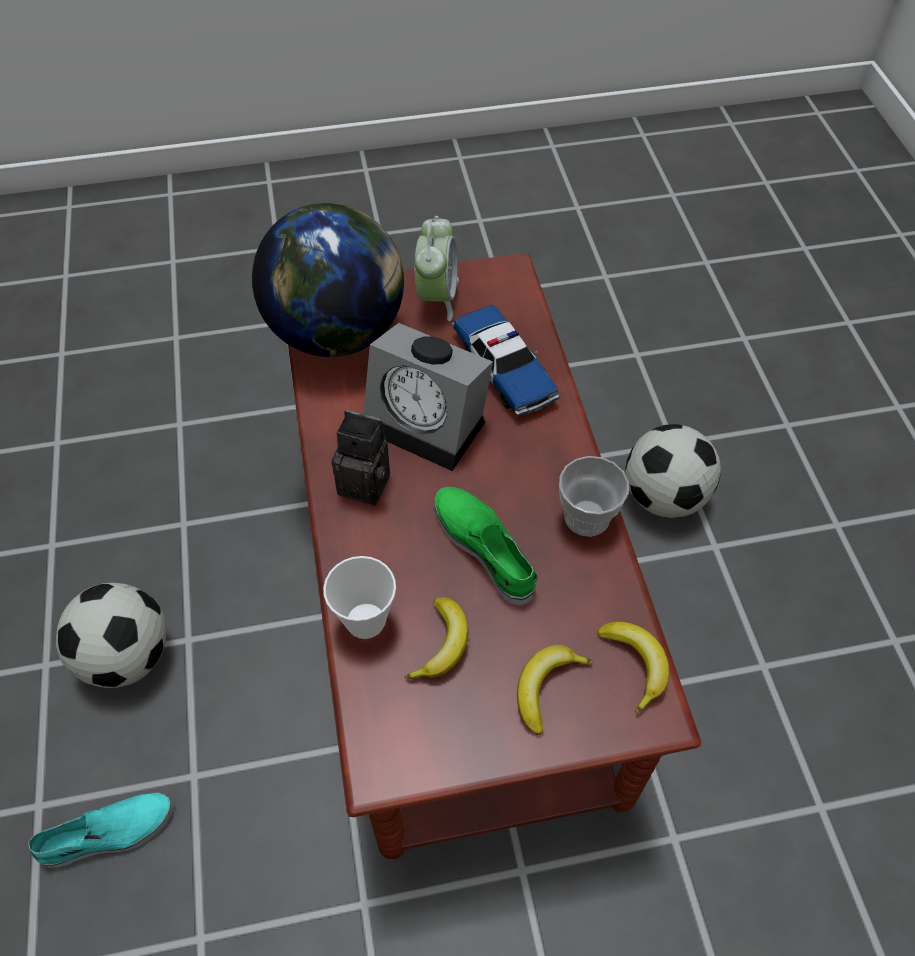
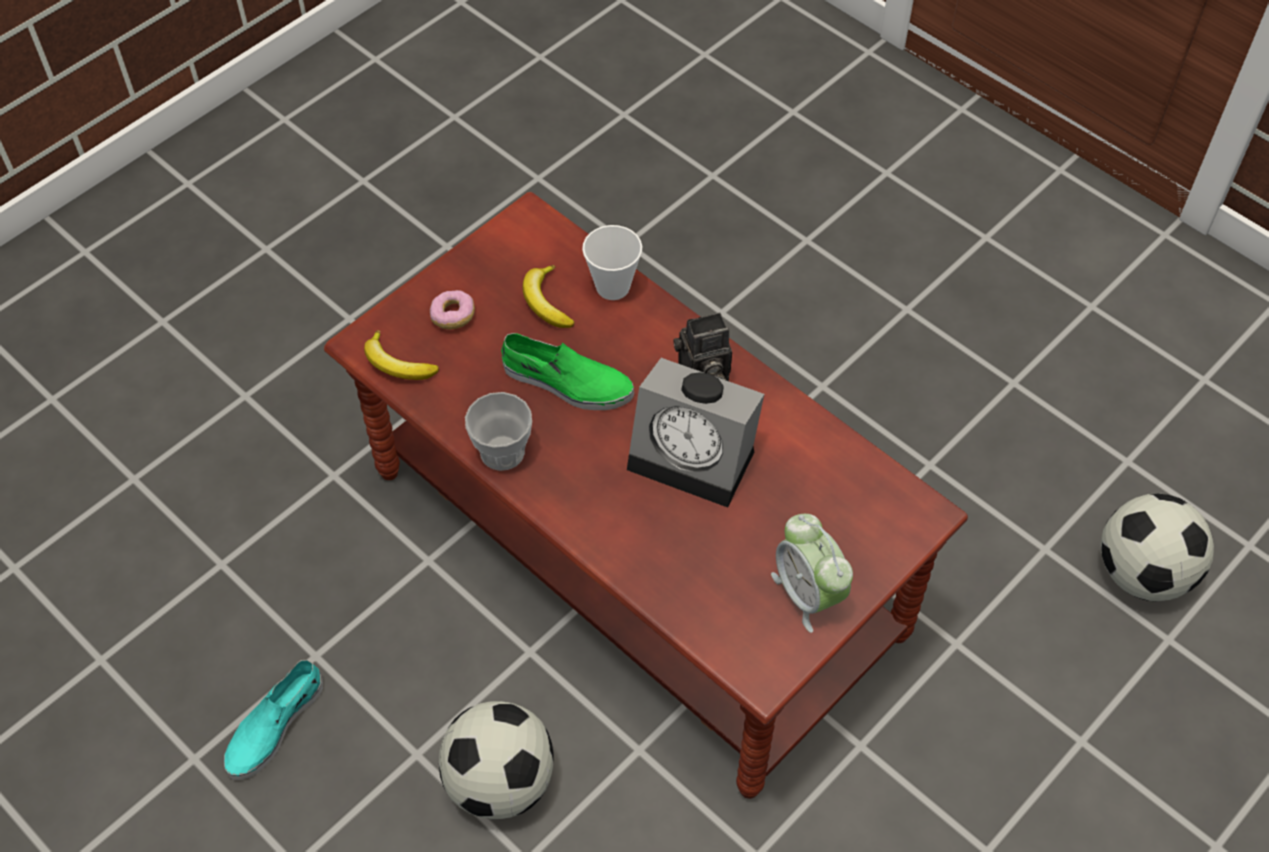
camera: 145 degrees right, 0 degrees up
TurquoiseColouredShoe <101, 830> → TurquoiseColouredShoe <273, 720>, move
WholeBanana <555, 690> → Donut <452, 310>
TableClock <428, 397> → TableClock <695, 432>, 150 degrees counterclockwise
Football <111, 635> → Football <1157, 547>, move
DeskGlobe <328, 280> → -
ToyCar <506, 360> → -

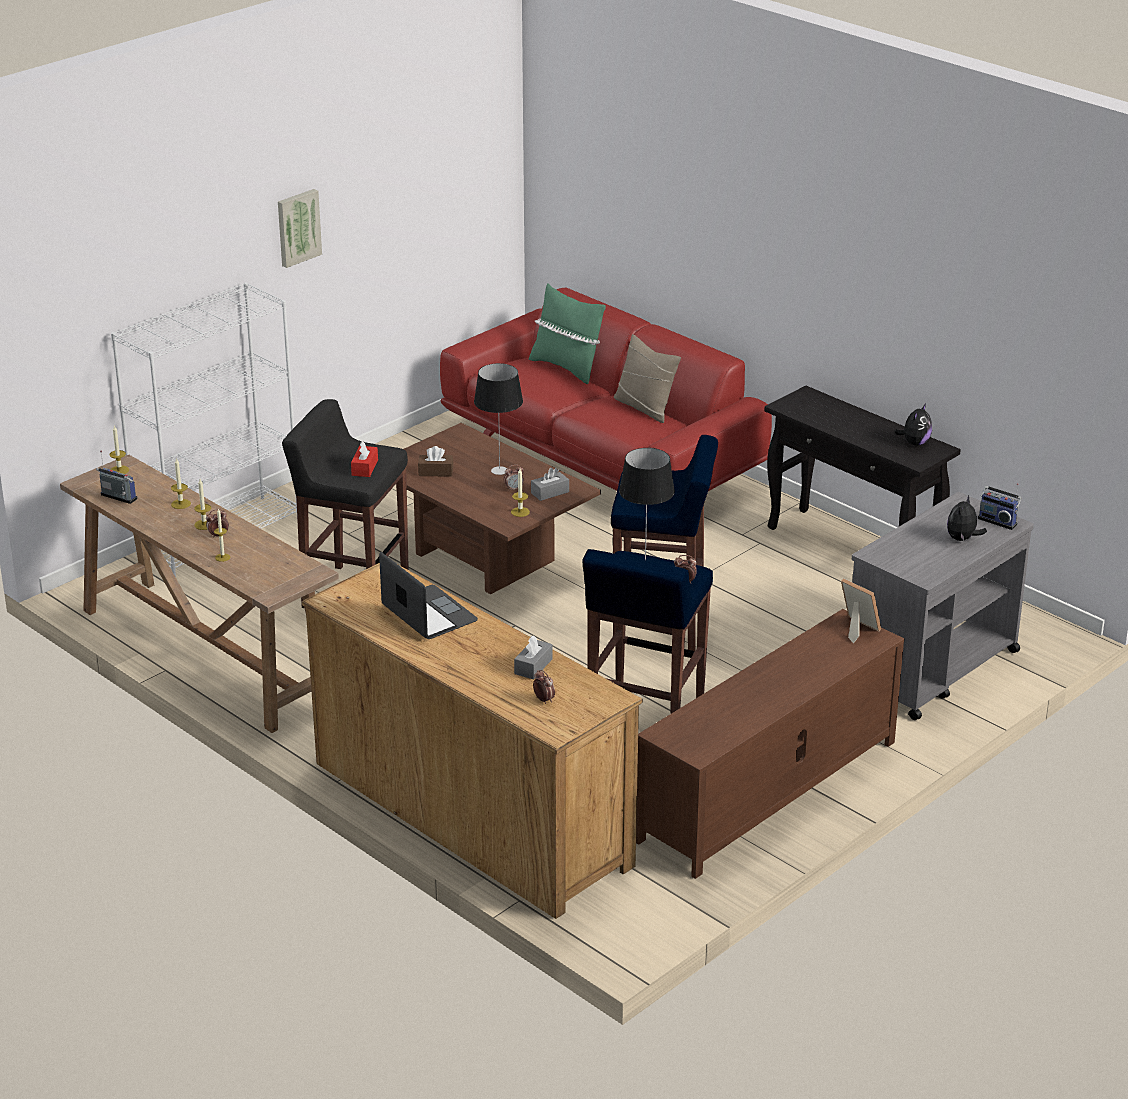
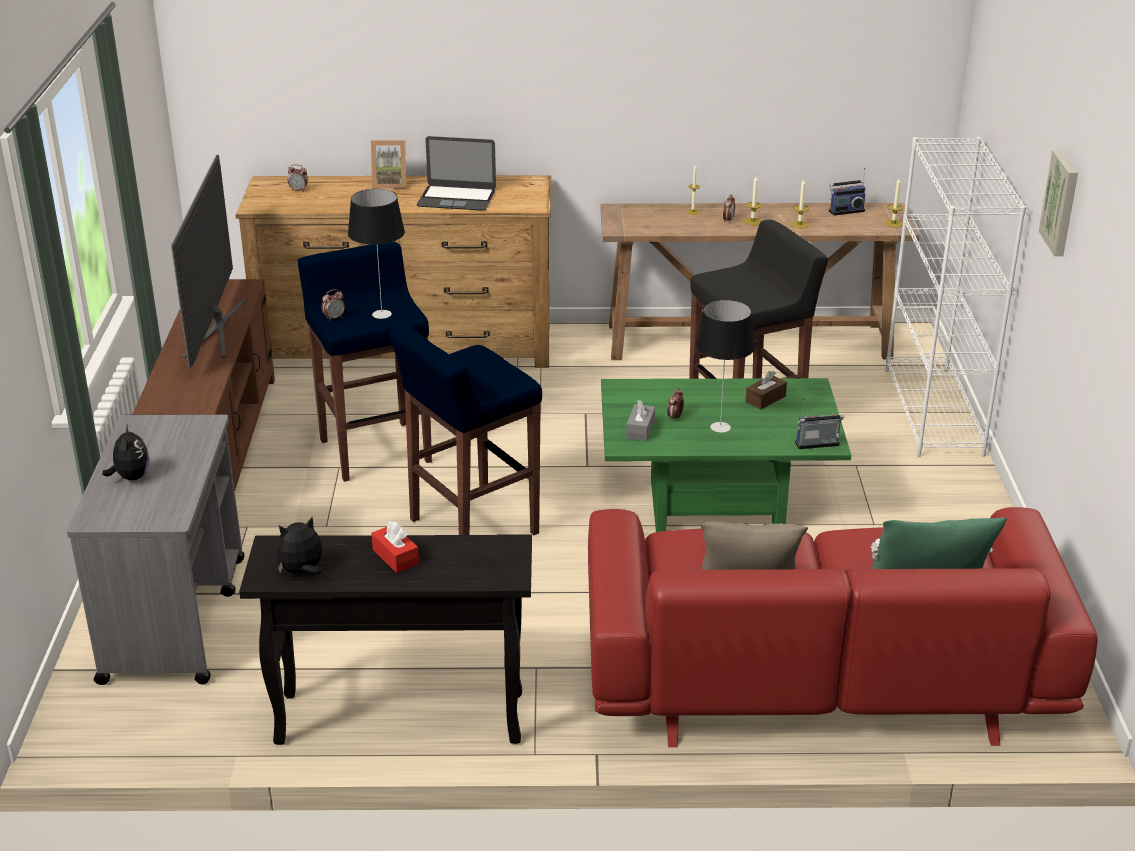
camera: 135 degrees right, 0 degrees up
- → Television <209, 261>
SoftToy <913, 425> → SoftToy <299, 545>, 75 degrees clockwise
PhotoFrame <861, 610> → PhotoFrame <388, 164>, move
RedColouredBoxOfTissues <364, 459> → RedColouredBoxOfTissues <395, 547>, move
BrownColouredLoungeTable <502, 508> → GreenColouredLoungeTable <726, 455>
Radio <1000, 506> → Radio <819, 423>, move
WaxCandle <520, 493> → -
GreyishBoxOfTissues <533, 658> → -

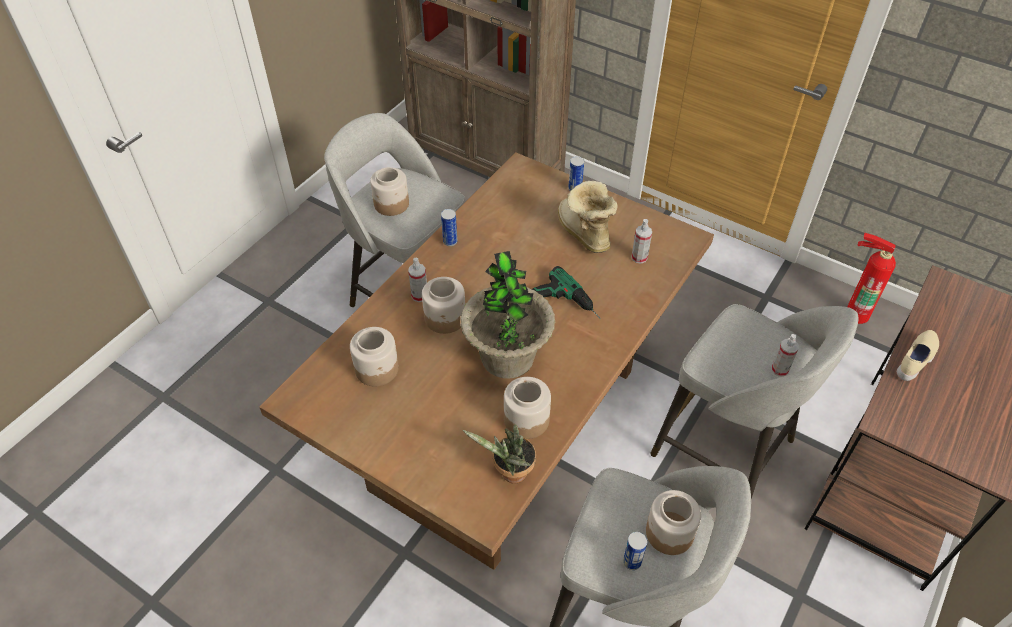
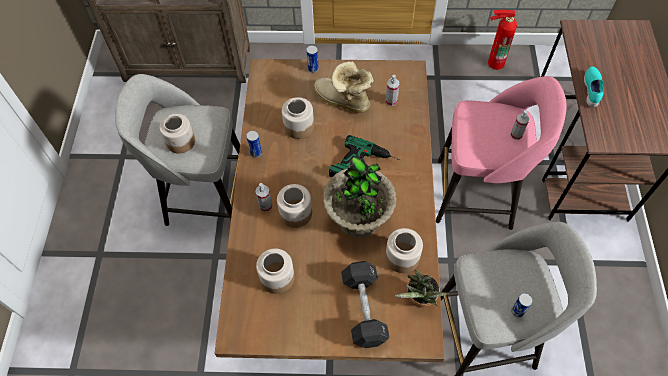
camera: 30 degrees left, 10 degrees up
Jar <673, 522> → Jar <298, 118>, move
- → BlackColouredHandWeight <365, 304>
GreyishStoolSeat <754, 401> → PinkishStoolSeat <501, 153>
BeigeShoe <918, 355> → TurquoiseColouredShoe <594, 86>

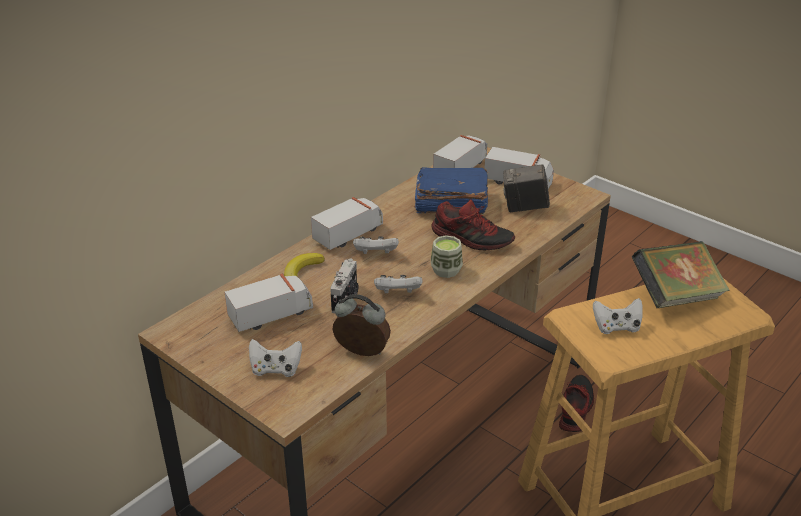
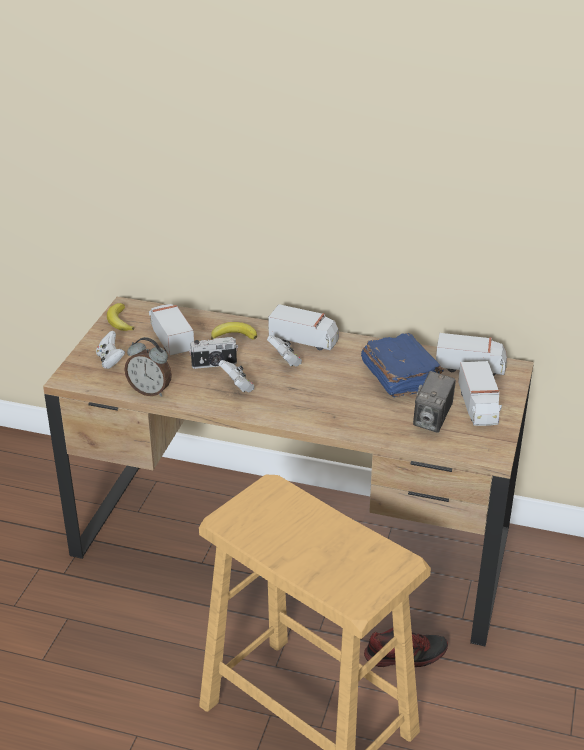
camera: 65 degrees right, 0 degrees up
- → WholeBanana <120, 317>
TableClock <361, 325> → TableClock <148, 367>, 120 degrees clockwise
ToyLorry <269, 303> → ToyLorry <171, 330>, 150 degrees counterclockwise
PhotoCamera <526, 188> → PhotoCamera <434, 402>, 135 degrees counterclockwise
Shoe <473, 224> → -
Cup <447, 256> → -
WhitishJoypad <618, 316> → -
BoundBook <681, 274> → -

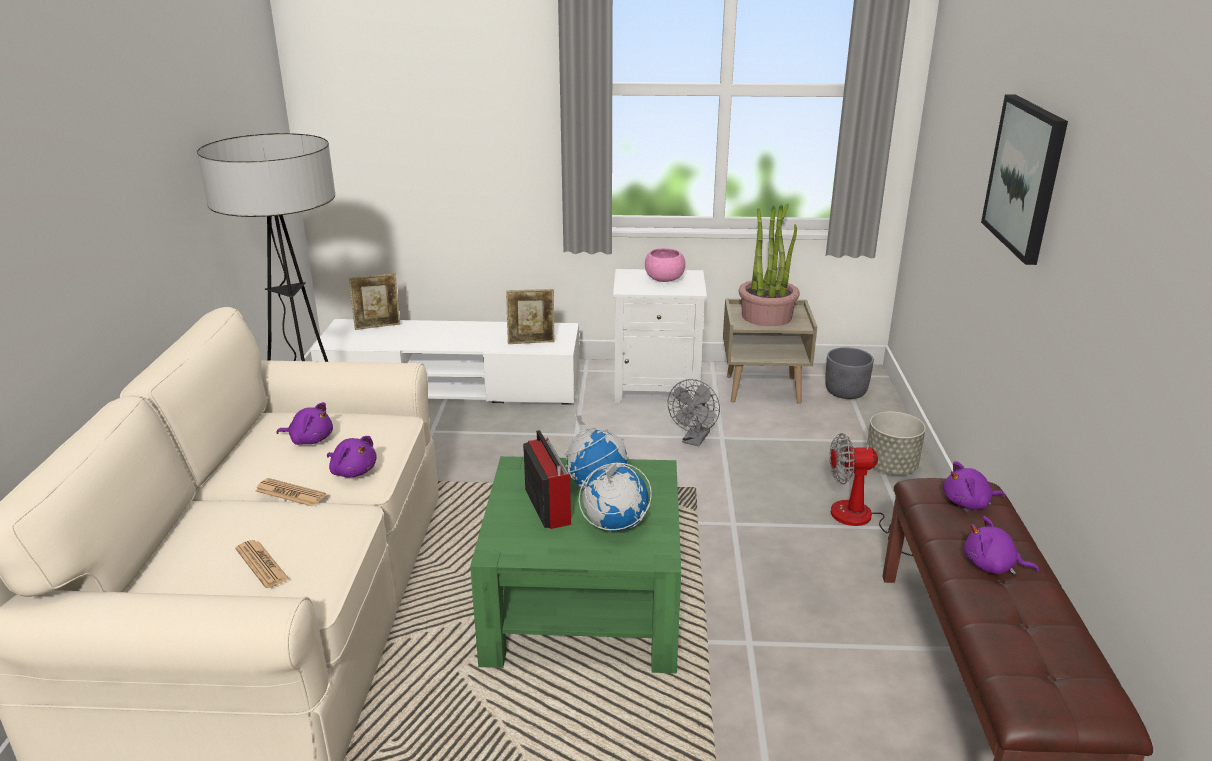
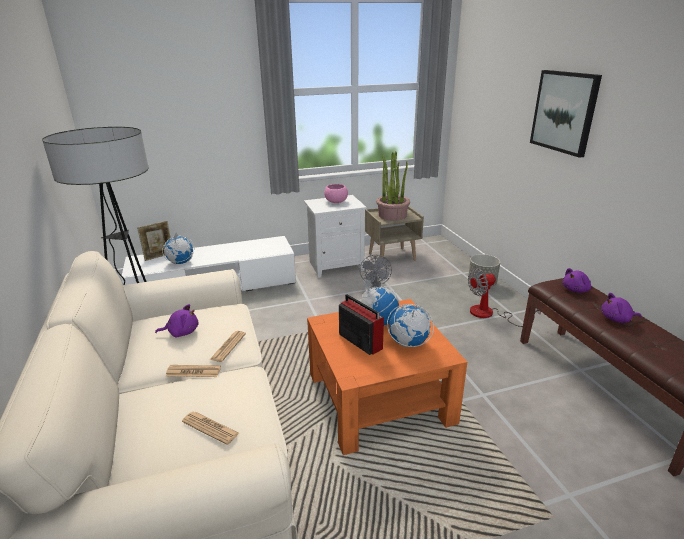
camera: 20 degrees left, 0 degrees up
- → DeskGlobe <178, 248>
PurplishSoftToy <352, 456> → DailyPaper <228, 346>
GreenColouredLoungeTable <575, 564> → OrangeLoungeTable <387, 377>
PhotoFrame <530, 316> → -
GreyishPlantPot <849, 373> → -

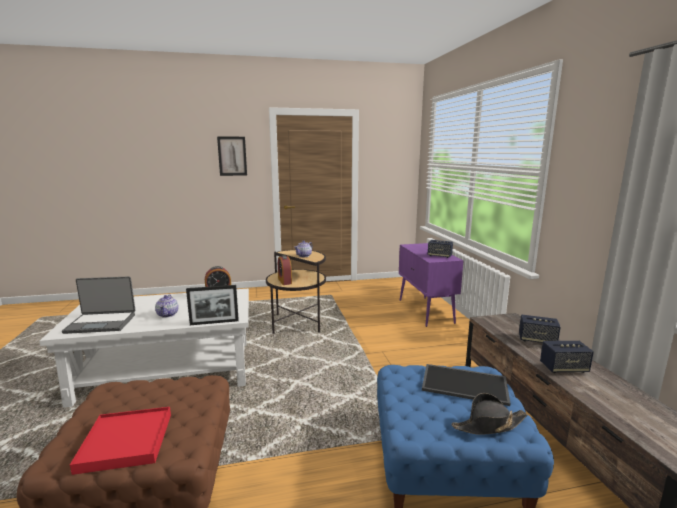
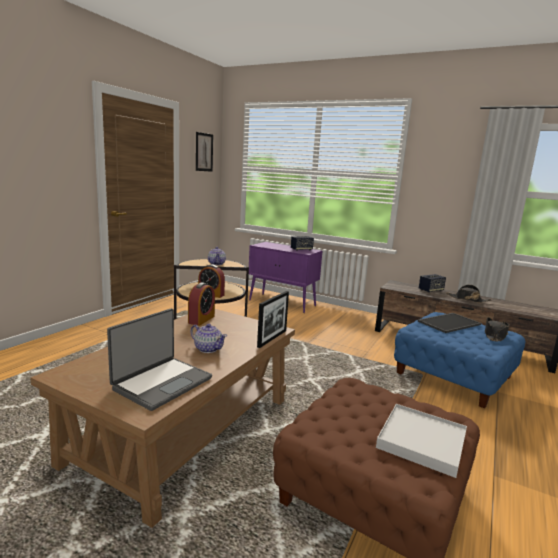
camera: 50 degrees left, 0 degrees up
WhitishLoungeTable <144, 348> → BrownColouredLoungeTable <162, 418>
WallArt <232, 156> → WallArt <204, 152>, move
RedColouredTray <120, 441> → WhitishTray <421, 441>
AudioSpeaker <567, 357> → BlackColouredClothingHat <468, 294>

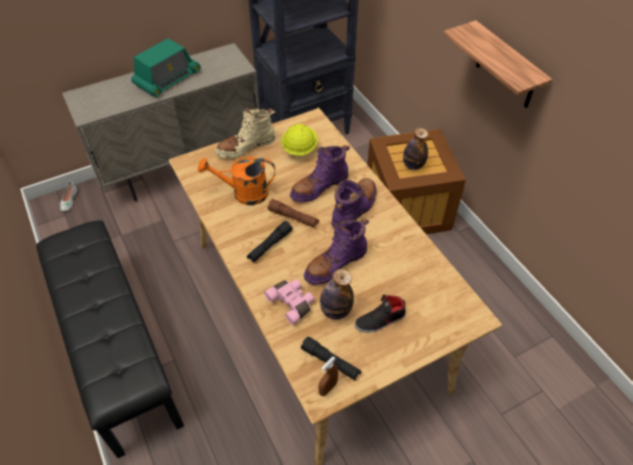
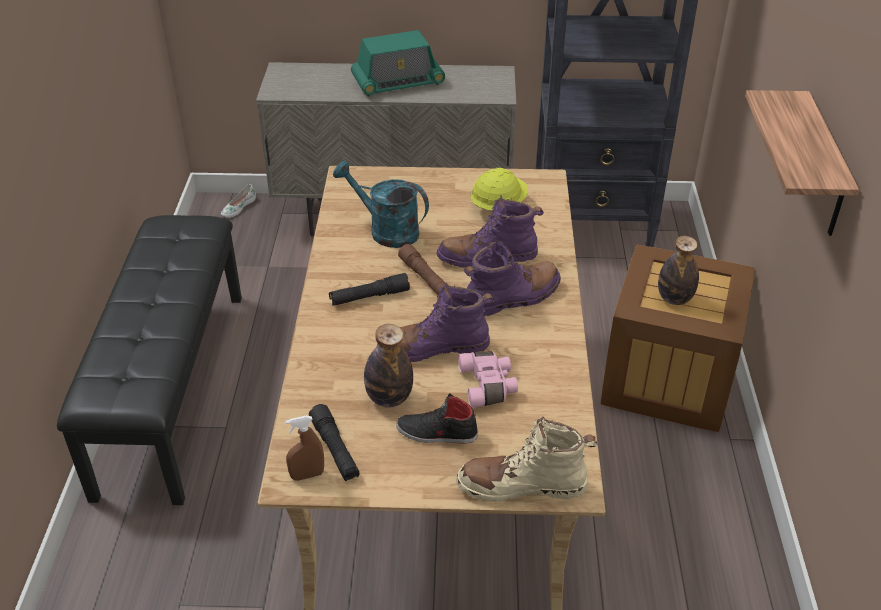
camera: 30 degrees right, 10 degrees down
OrangeWateringCan <236, 181> → TurquoiseColouredWateringCan <381, 204>
BeigeTallBoot <245, 133> → BeigeTallBoot <526, 459>, move
PinkishPairOfBinoculars <289, 302> → PinkishPairOfBinoculars <488, 380>, move

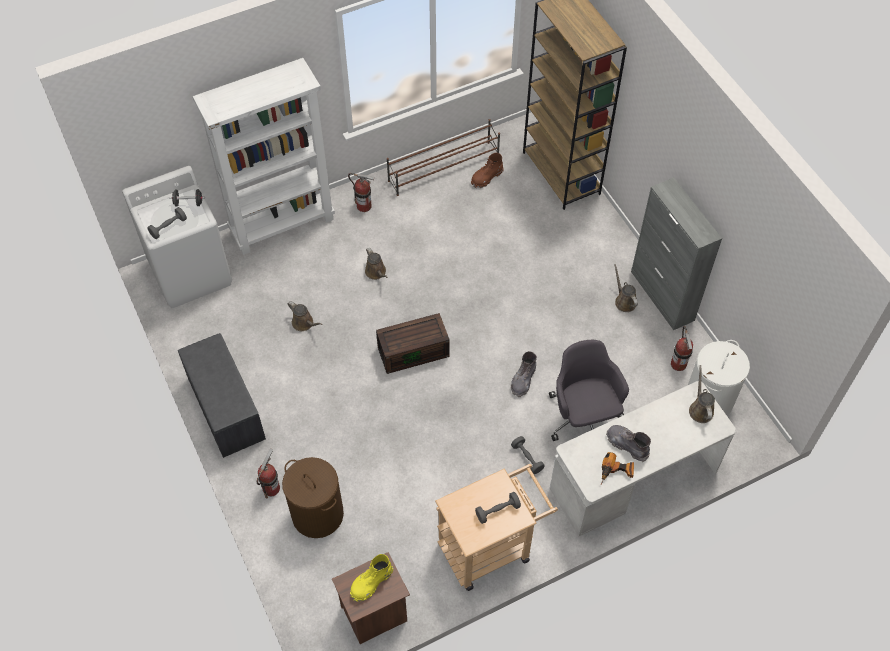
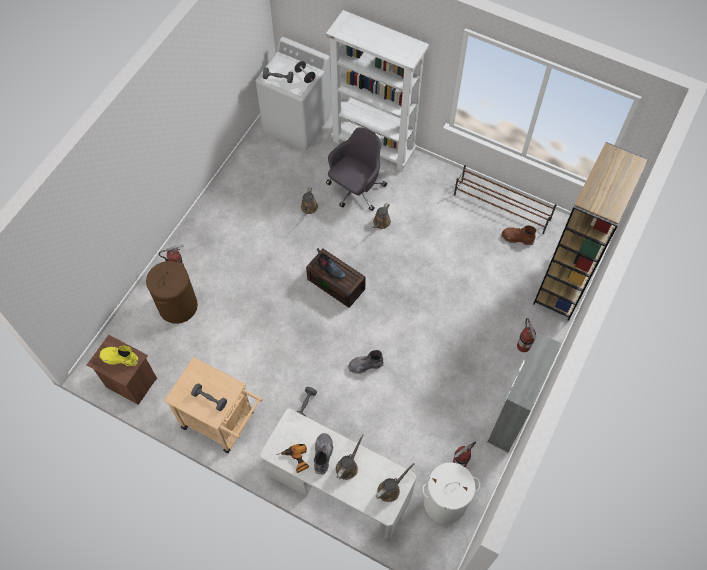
camera: 55 degrees right, 5 degrees up
- → TallBoot <331, 263>
GreyishDeskChair <589, 390> → GreyishDeskChair <356, 169>, move
BrownColouredWateringCan <626, 288> → BrownColouredWateringCan <350, 457>, move
Extinguisher <361, 192> → Extinguisher <526, 335>, move
GreyishLongSeat <222, 395> → -

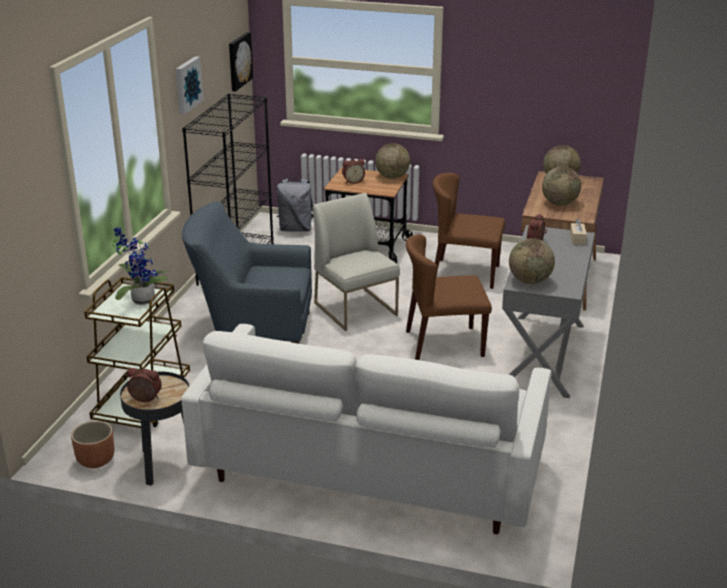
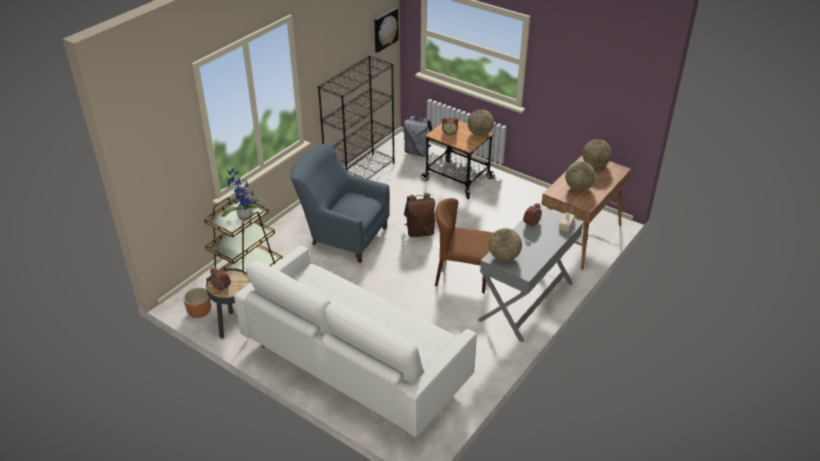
camera: 20 degrees right, 10 degrees up
WhitishUprightChair <356, 262> → BrownColouredKnapsack <420, 215>
WallArt <189, 85> → -
BrownColouredUprightChair <469, 231> → -

